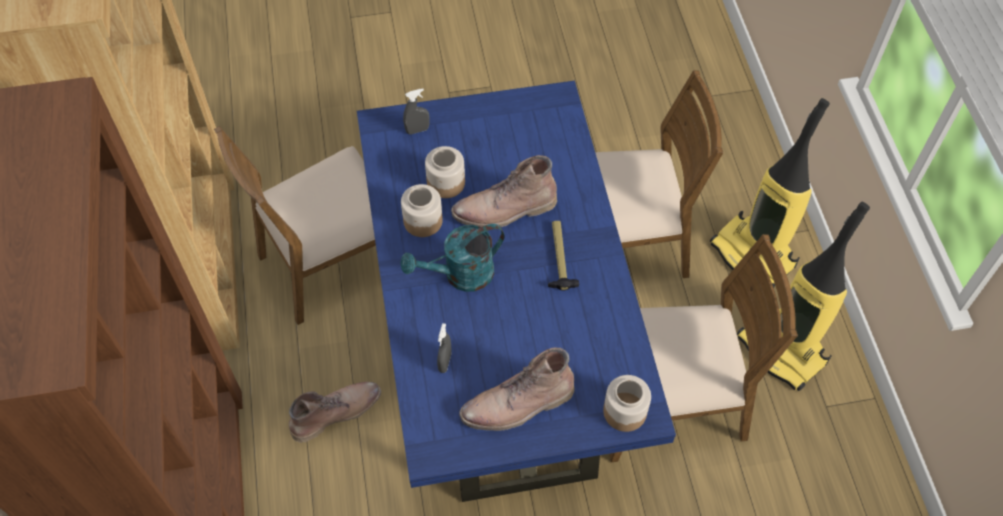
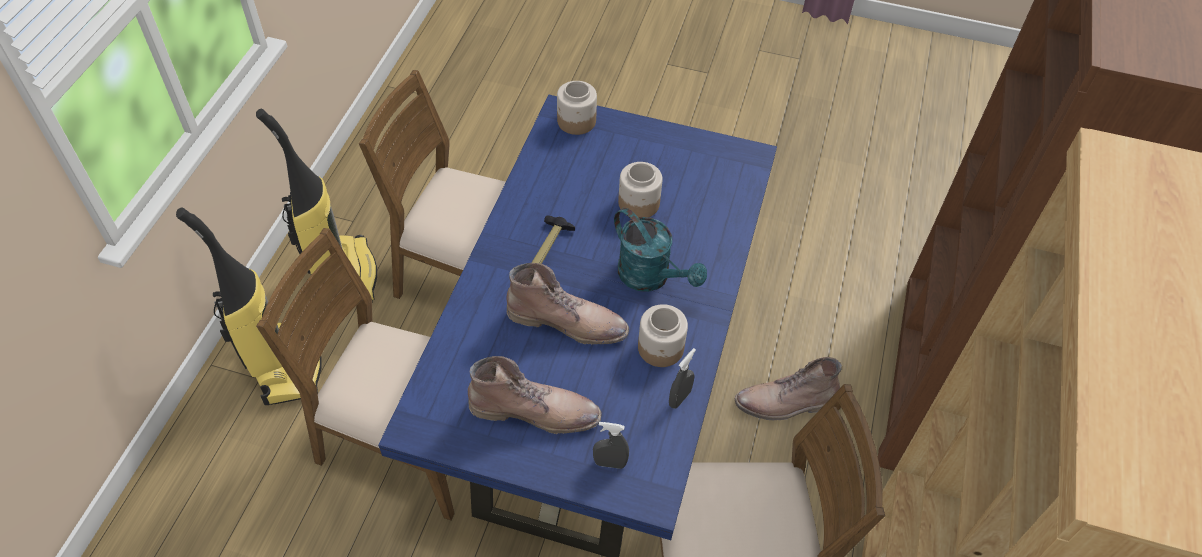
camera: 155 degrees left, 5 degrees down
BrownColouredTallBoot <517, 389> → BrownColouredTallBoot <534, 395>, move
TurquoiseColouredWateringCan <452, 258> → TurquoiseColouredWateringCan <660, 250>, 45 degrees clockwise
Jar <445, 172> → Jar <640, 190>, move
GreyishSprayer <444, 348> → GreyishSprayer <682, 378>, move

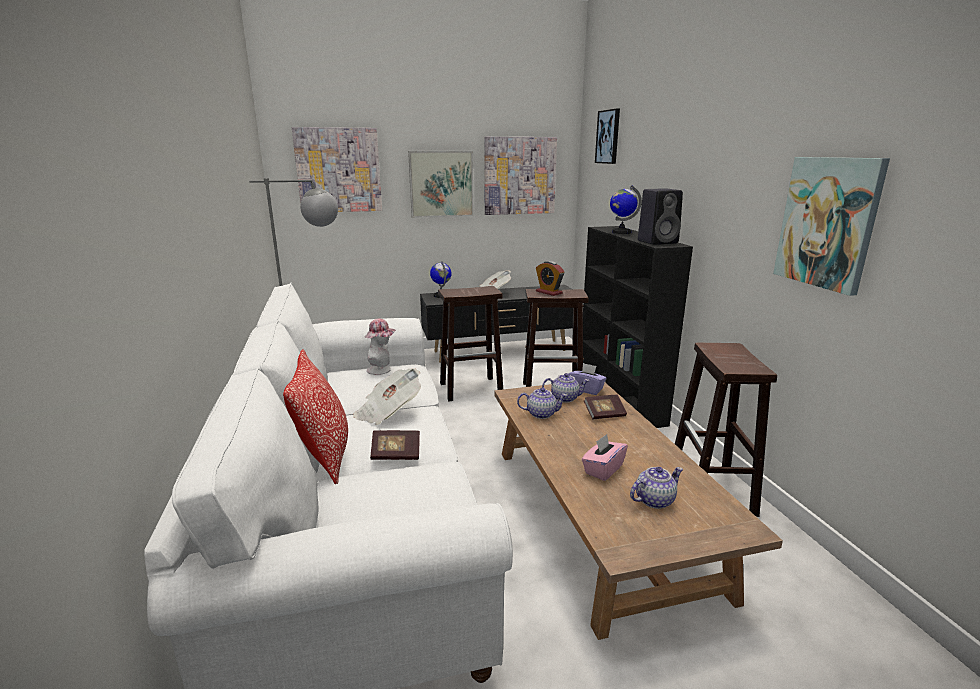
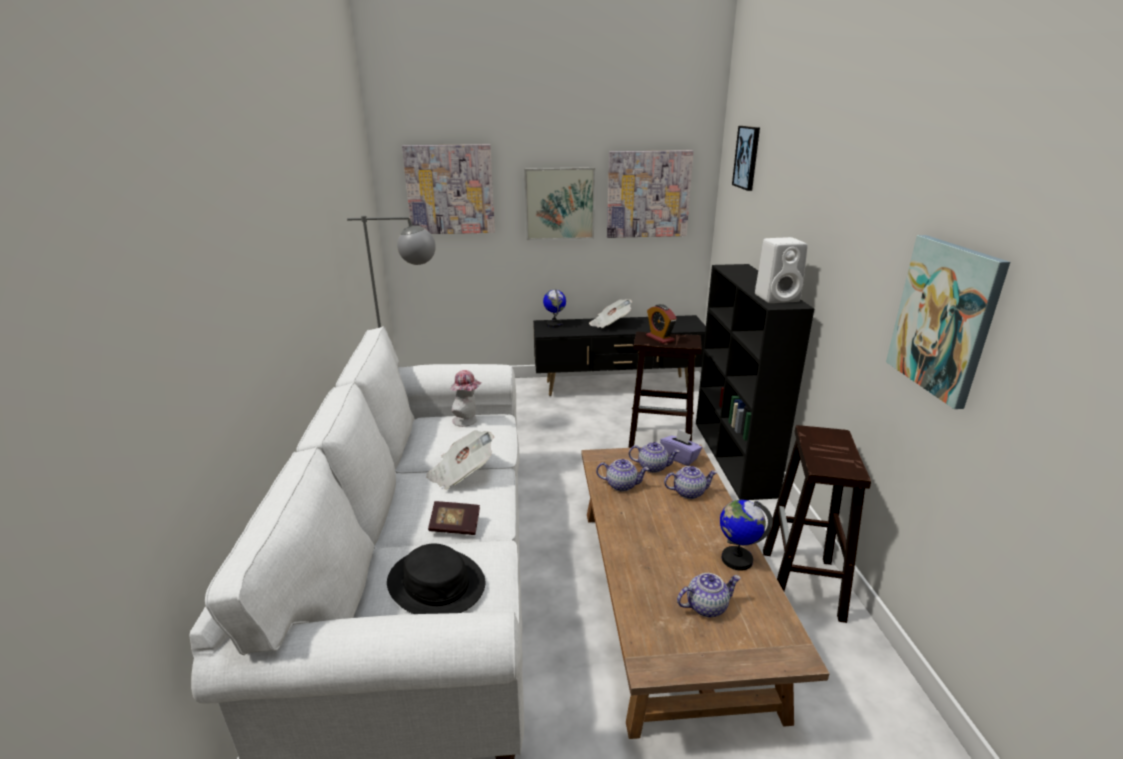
camera: 10 degrees right, 5 degrees up
- → BlackColouredClothingHat <436, 579>
BoundBook <605, 407> → TeaPot <690, 482>
DeskGlobe <626, 209> → DeskGlobe <746, 535>, move
BlackColouredAudioSpeaker <660, 216> → WhitishAudioSpeaker <781, 270>
Pillow <315, 416> → -
BrownColouredStoolSeat <470, 343> → -
PinkishBoxOfTissues <605, 457> → -

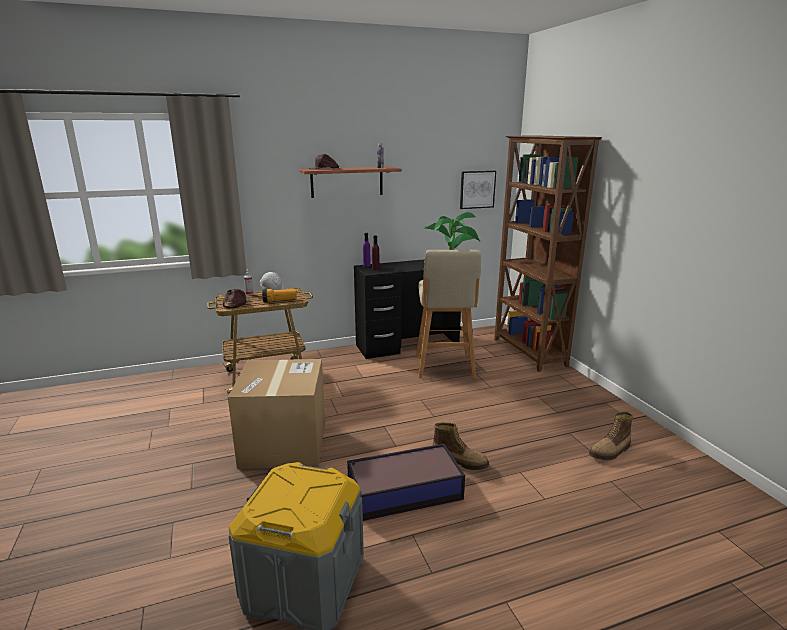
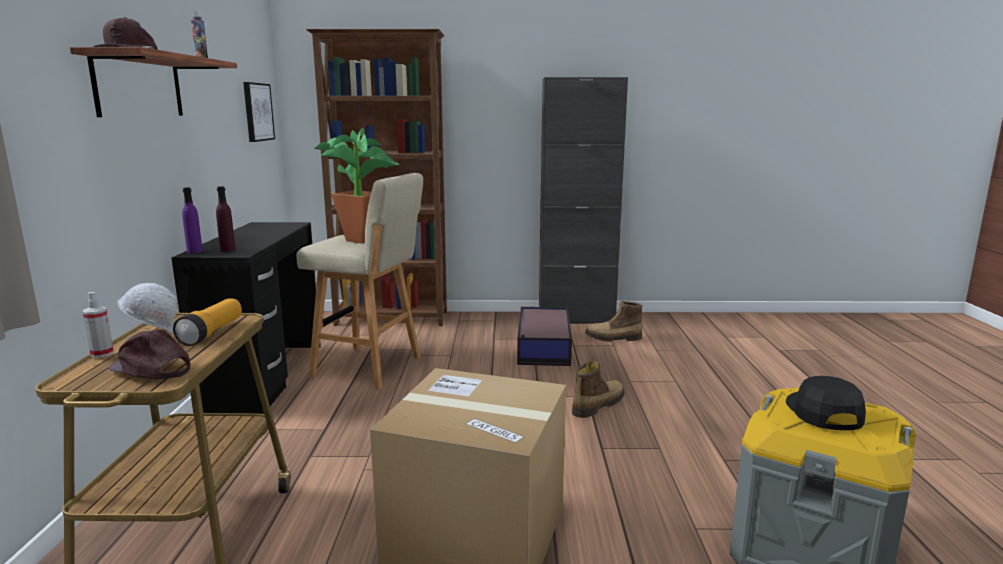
camera: 70 degrees left, 5 degrees down
StorageContainer <406, 482> → StorageContainer <544, 336>, move
- → BlackColouredCabinet <583, 200>
TallBoot <611, 436> → TallBoot <614, 321>, 105 degrees clockwise
- → BlackColouredBaseballCap <826, 403>

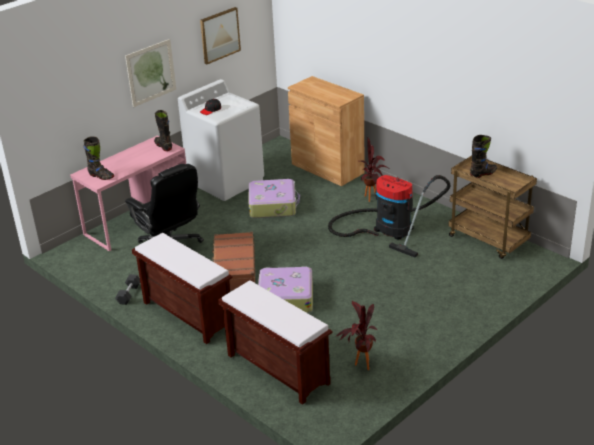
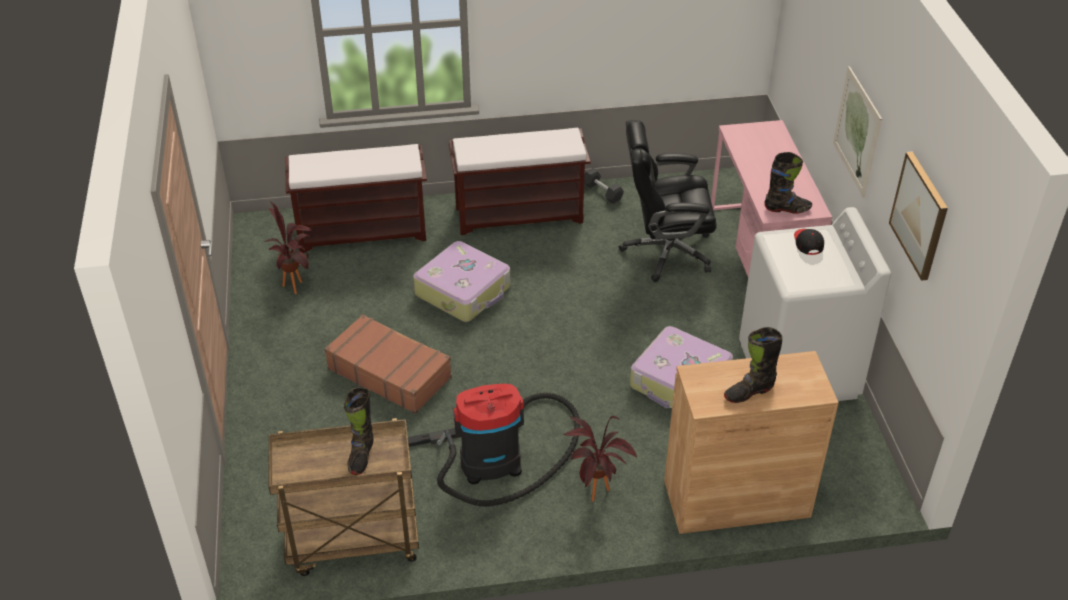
camera: 125 degrees right, 10 degrees up
BrownColouredSuitcase <234, 261> → BrownColouredSuitcase <388, 364>, move
BlackColouredTallBoot <98, 158> → BlackColouredTallBoot <753, 365>, move

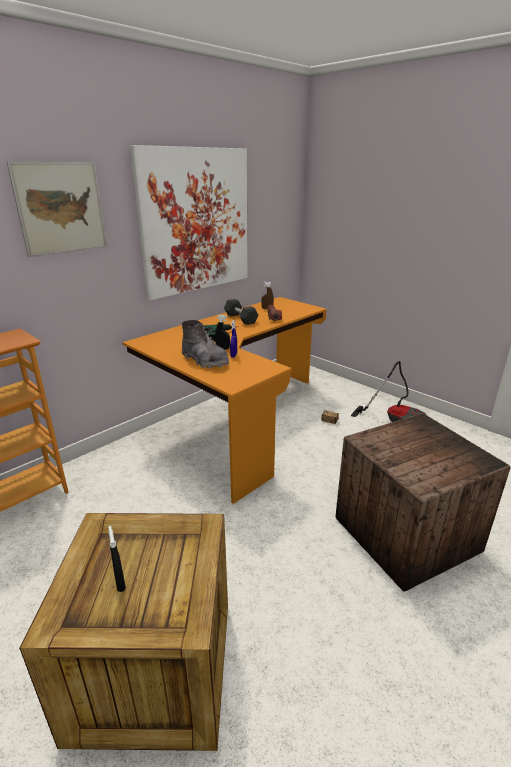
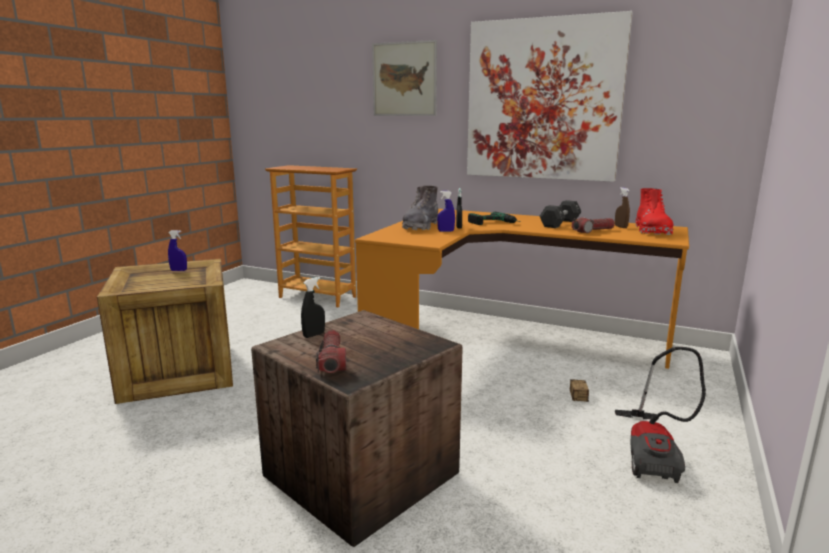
camera: 70 degrees right, 10 degrees down
- → BlueSprayer <177, 250>
BlackColouredSprayer <117, 559> → BlackColouredSprayer <313, 307>, move
- → HandTorch <331, 351>
- → RedColouredTallBoot <655, 211>

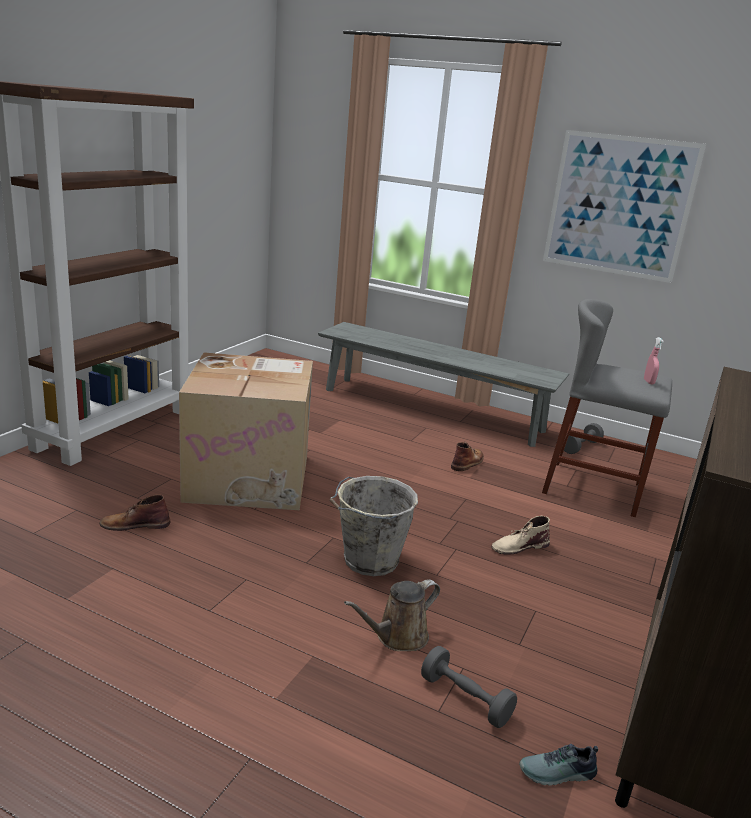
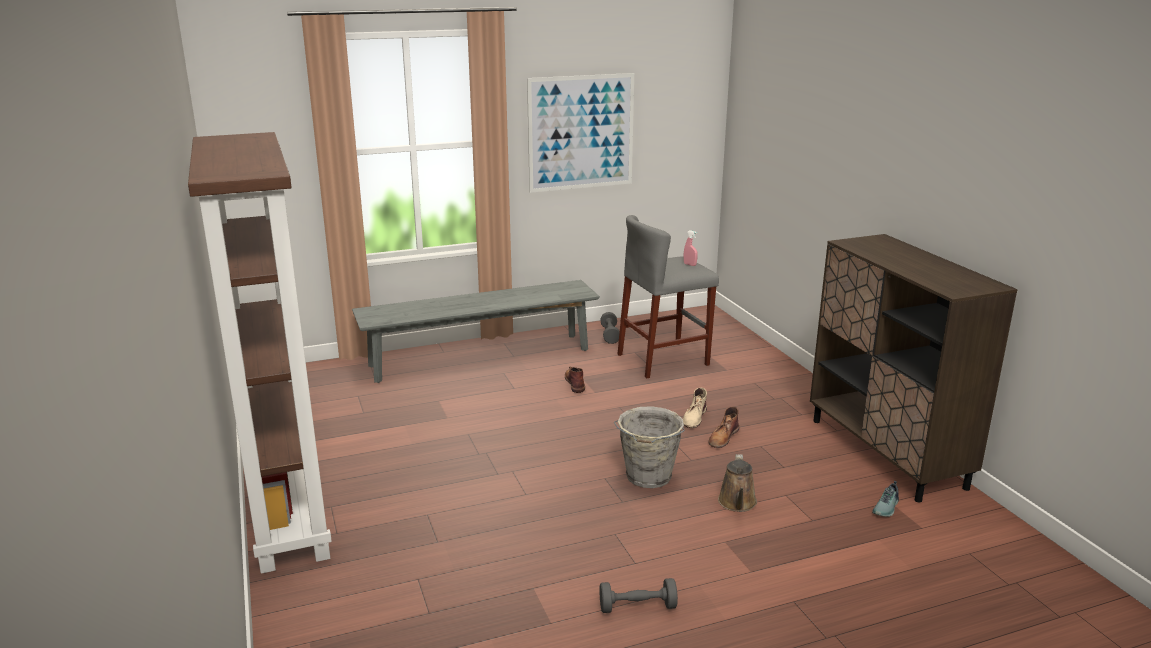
camera: 45 degrees left, 0 degrees up
GreyishHandWeight <469, 687> → GreyishHandWeight <638, 595>, move
BrownColouredTallBoot <134, 513> → BrownColouredTallBoot <724, 427>, move
CardboardBox <246, 431> → -

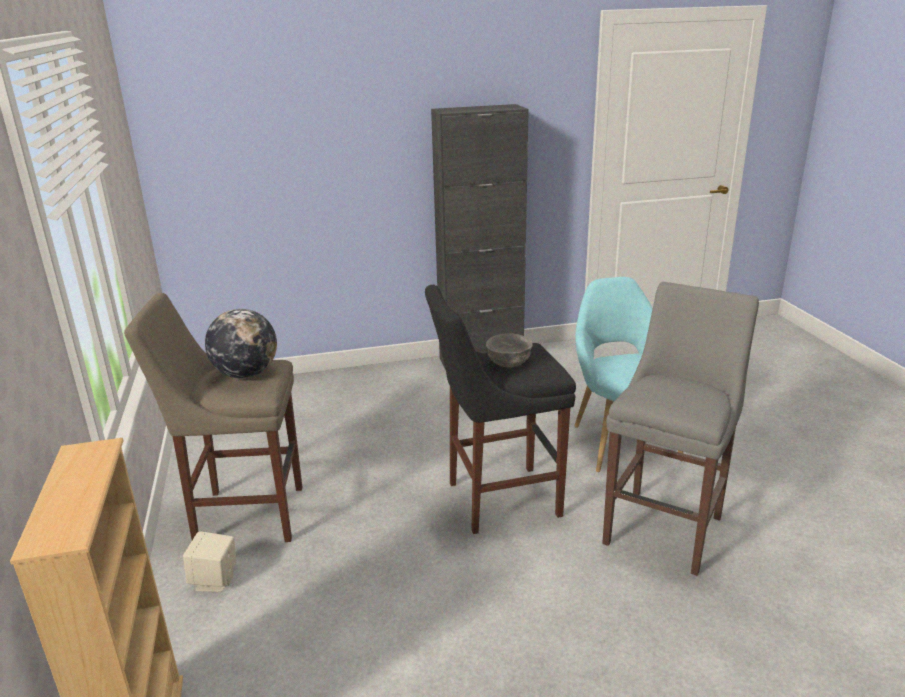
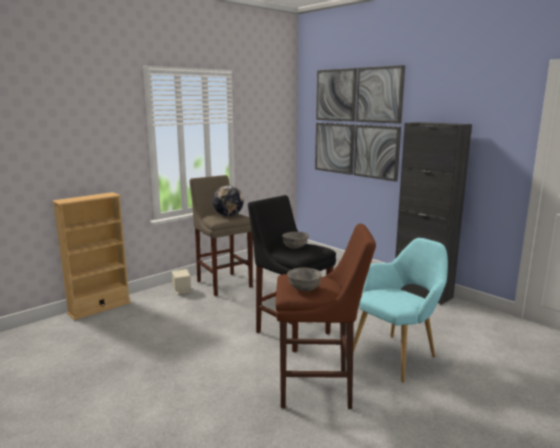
camera: 60 degrees right, 10 degrees down
GreyishStoolSeat <680, 429> → BrownColouredStoolSeat <325, 316>
- → GreyishBowl <304, 279>
- → WallArt <360, 123>

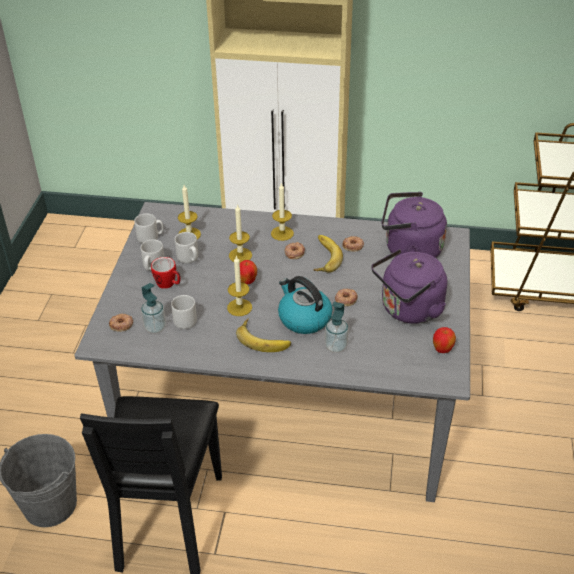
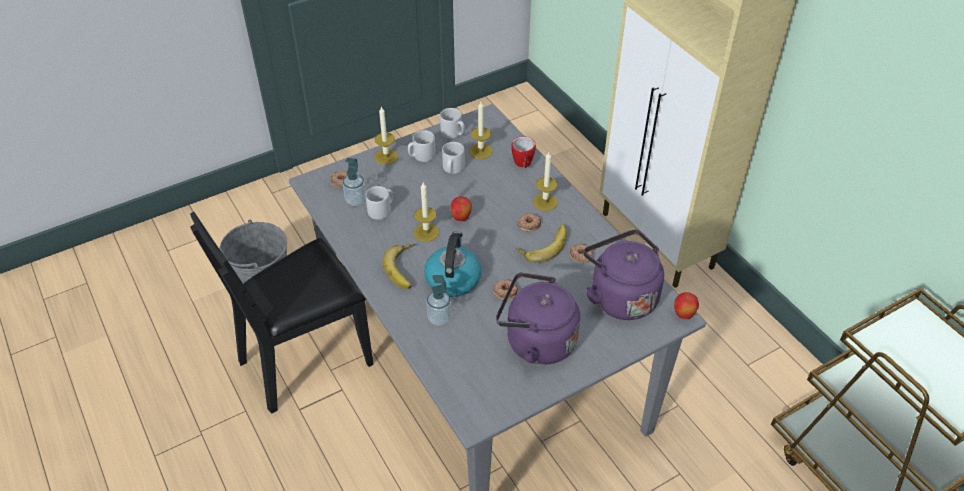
camera: 50 degrees right, 5 degrees up
WaxCandle <240, 233> → WaxCandle <386, 135>, move
CoffeeMug <165, 273> → CoffeeMug <523, 152>, move
Apple <444, 340> → Apple <686, 305>, move

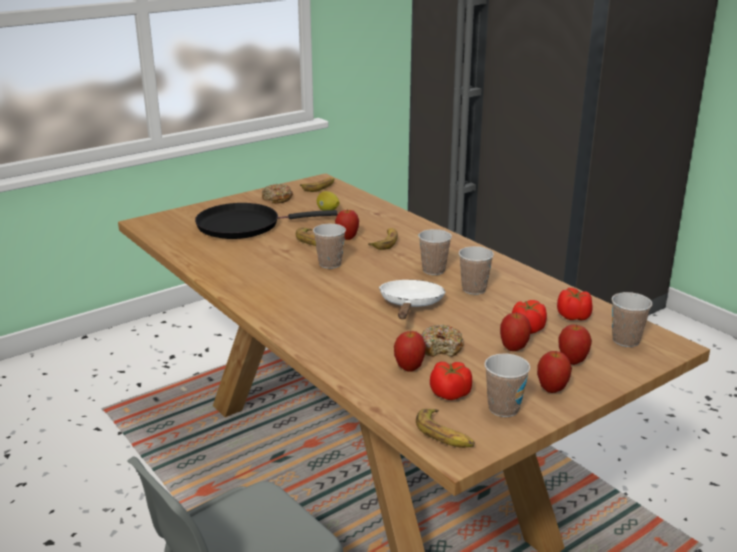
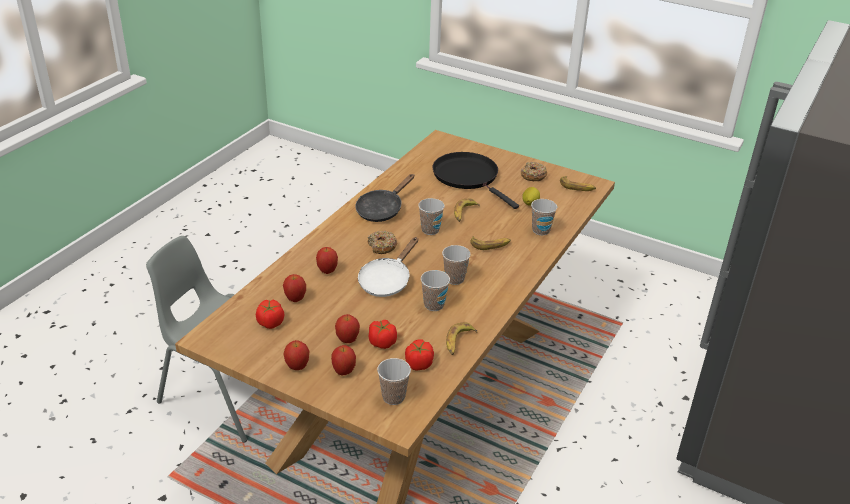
camera: 65 degrees right, 10 degrees up
Apple <347, 224> → Apple <327, 260>, move
- → BlackColouredFryingPan <384, 198>
WhitishFryingPan <412, 299> → WhitishFryingPan <388, 267>, 135 degrees clockwise
Donut <442, 341> → Donut <382, 242>, move
WholeBanana <445, 428> → WholeBanana <461, 338>, move
Cup <507, 385> → Cup <544, 217>, move

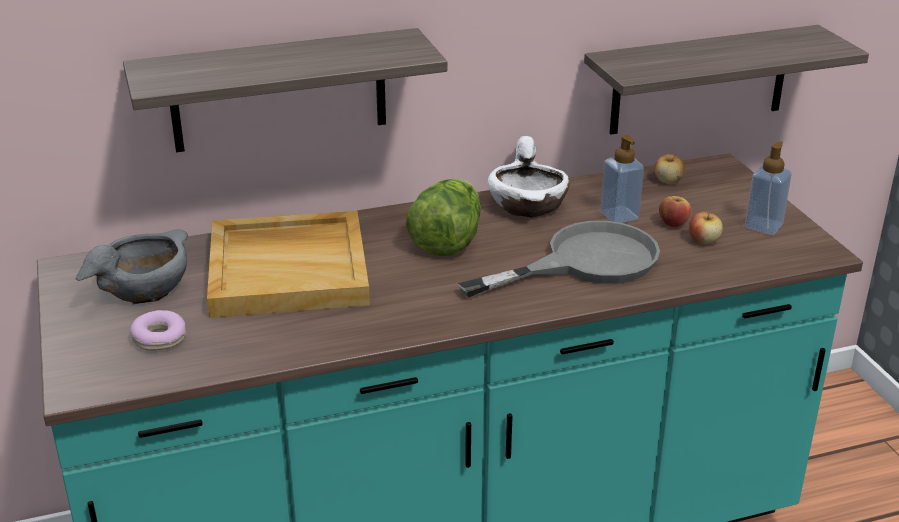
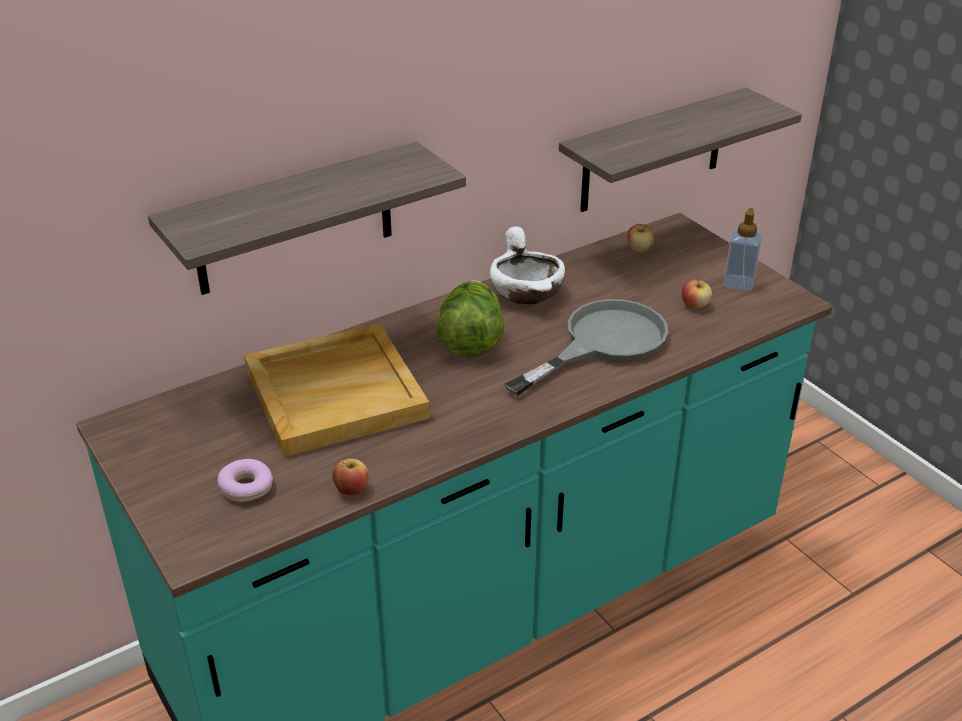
camera: 15 degrees left, 5 degrees up
Apple <675, 211> → Apple <350, 477>, move
GreyishBowl <131, 266> → -
LiquidSoapBottle <622, 179> → -

